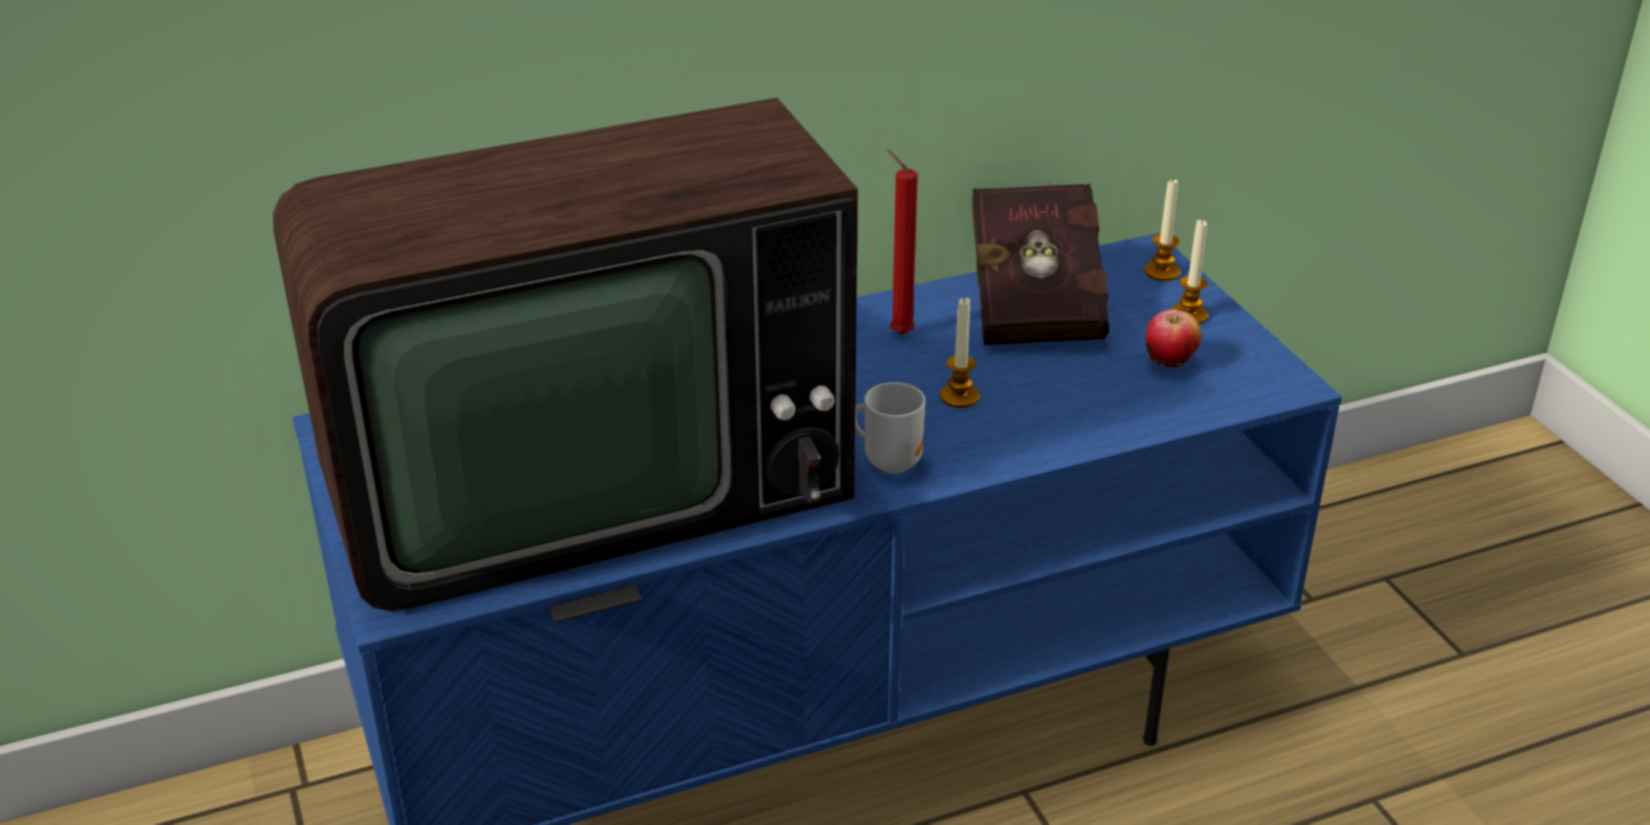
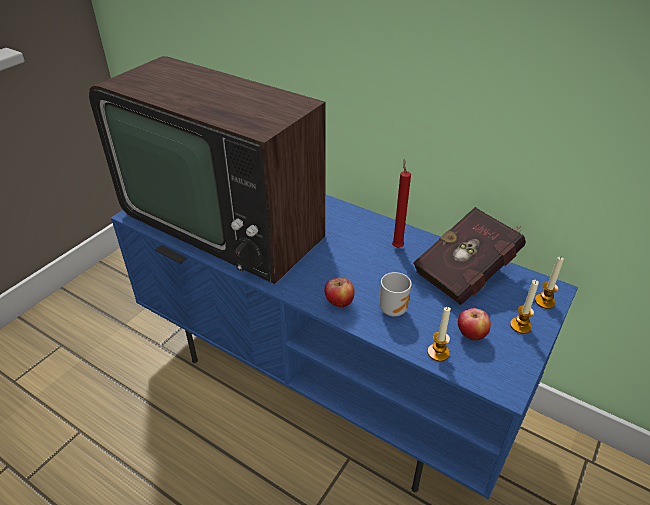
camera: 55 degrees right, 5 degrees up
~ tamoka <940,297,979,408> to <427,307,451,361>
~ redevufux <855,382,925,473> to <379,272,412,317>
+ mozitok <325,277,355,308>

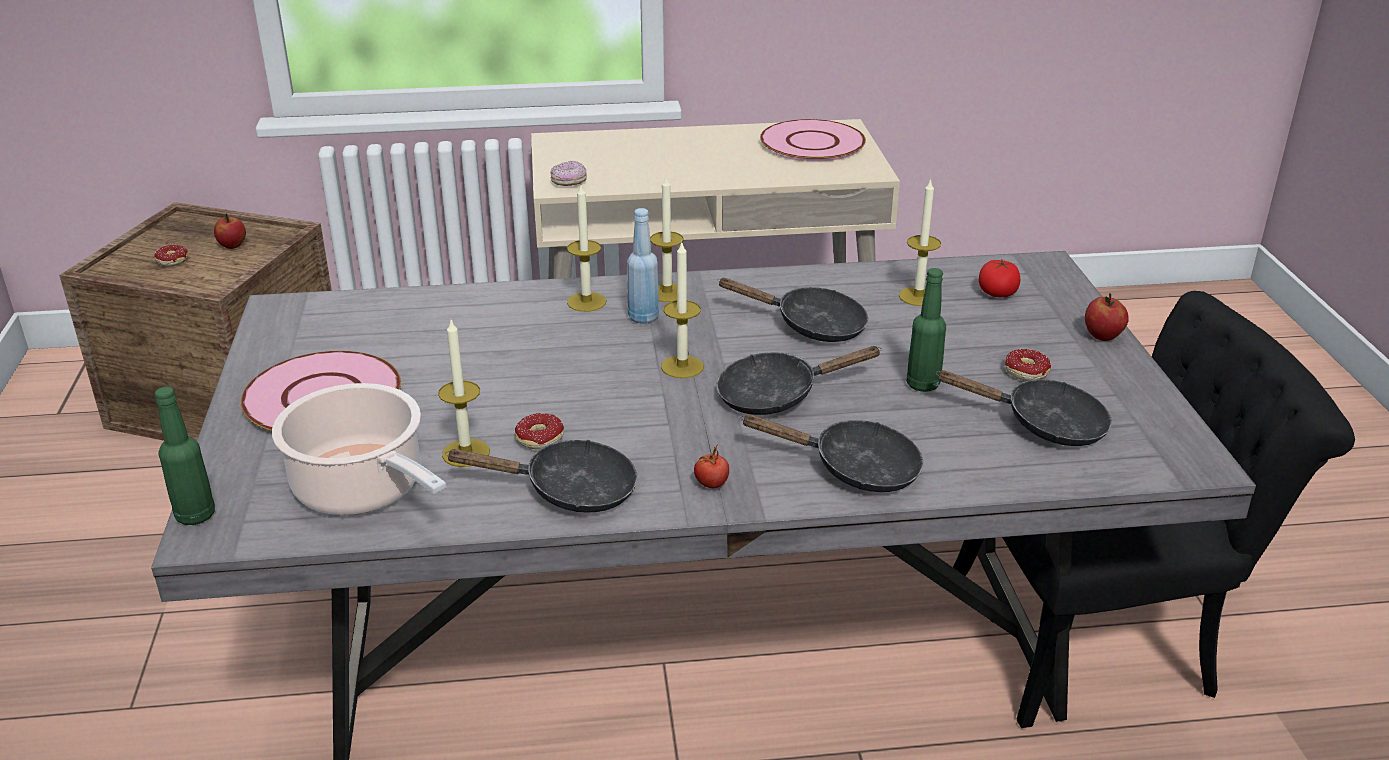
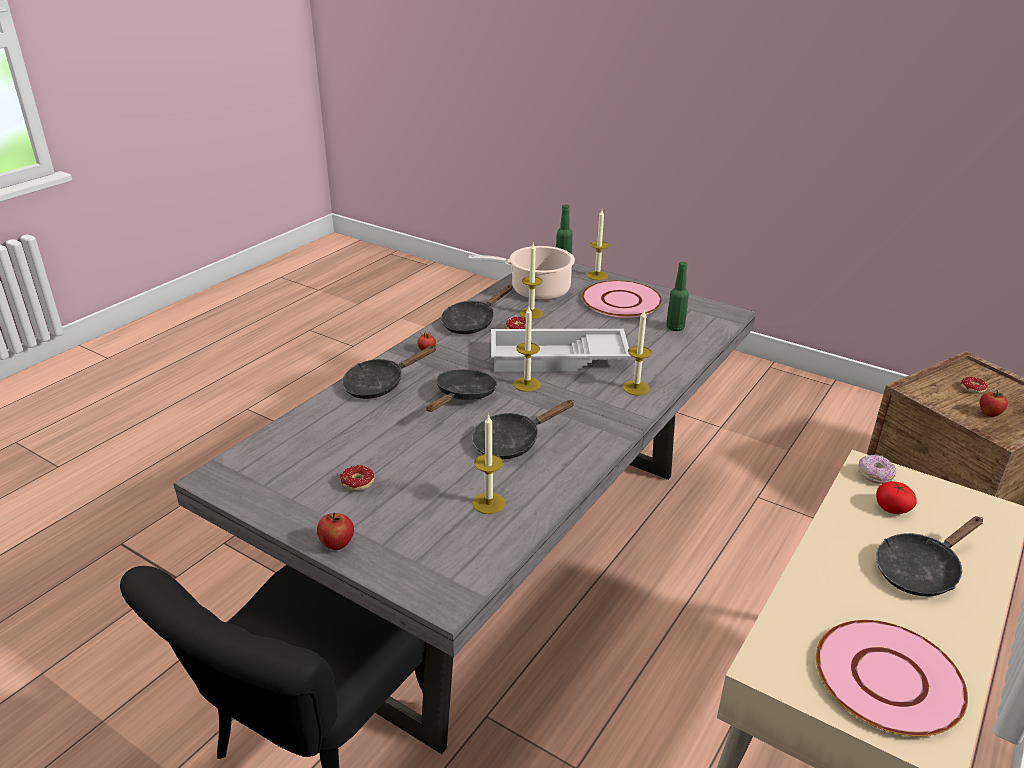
camera: 130 degrees right, 0 degrees up
~ tamoka <650,177,684,302> to <587,210,609,280>
- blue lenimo <627,208,659,324>
~ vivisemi <979,259,1020,297> to <876,481,917,514>
~ green lenimo <906,268,946,392> to <666,262,689,331>
~ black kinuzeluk <936,370,1112,446> to <876,516,983,596>
+ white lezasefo <491,329,631,372>

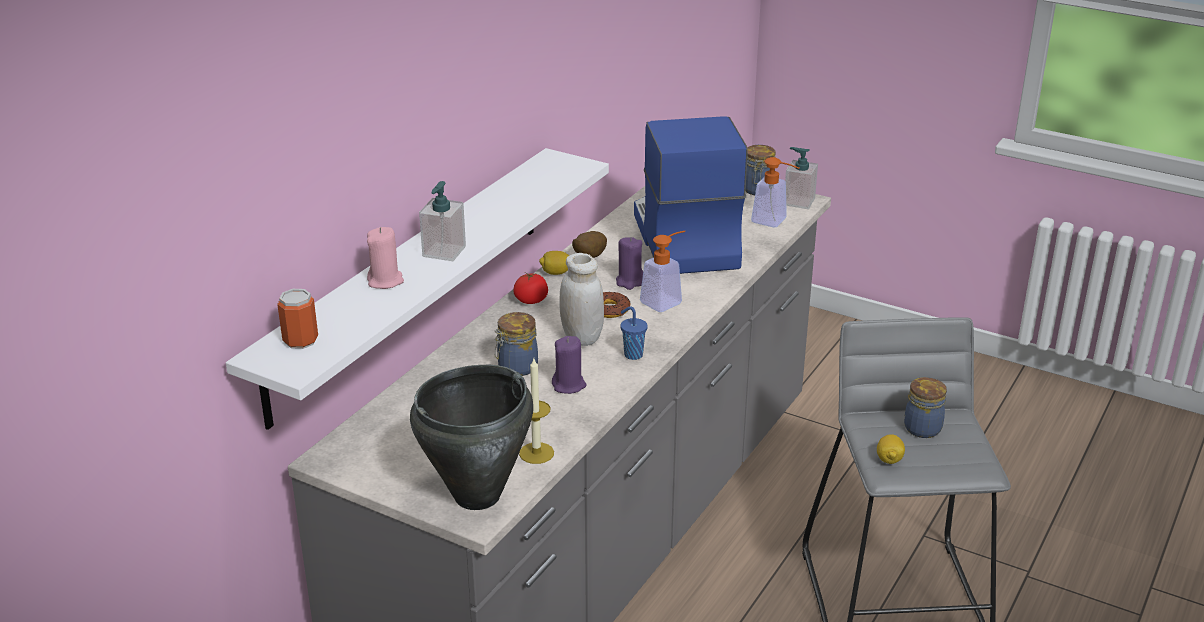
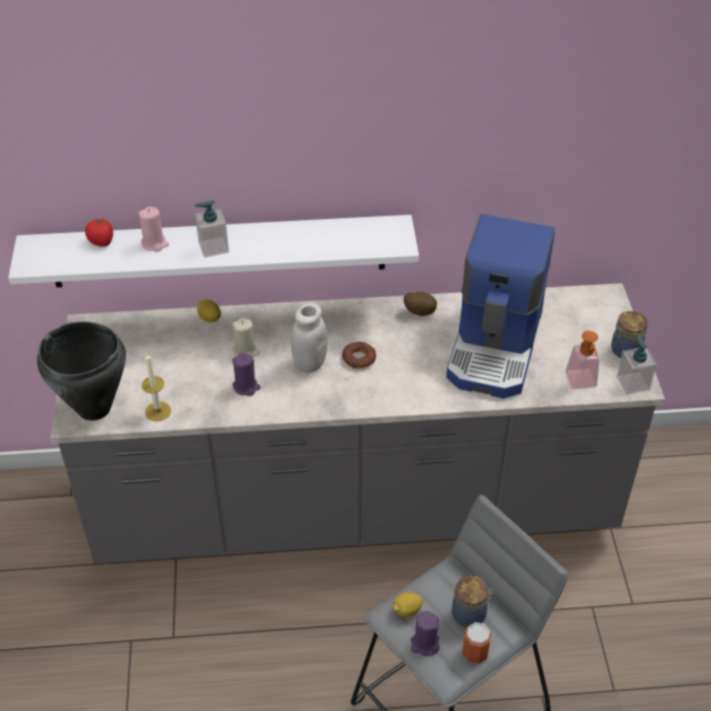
camera: 55 degrees right, 15 degrees up
~ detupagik <634,116,748,274> = <446,214,555,399> 150 degrees clockwise
- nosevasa <640,231,685,312>
~ purple tamoka <616,237,643,290> to <411,611,440,656>
~ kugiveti <539,251,569,275> to <197,299,221,322>
~ vivisemi <513,272,548,304> to <85,218,113,247>
~ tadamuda <277,289,318,349> to <462,622,491,664>
- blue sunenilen <621,306,648,360>
~ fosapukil <495,312,538,376> to beige tamoka <232,318,259,358>

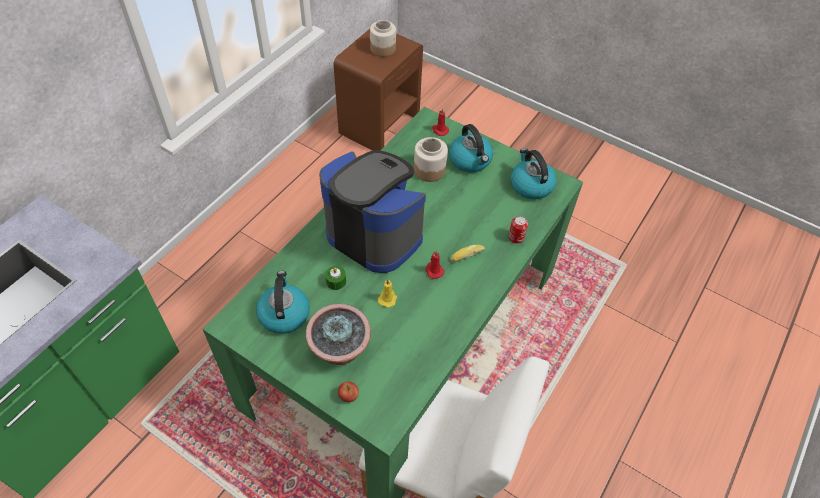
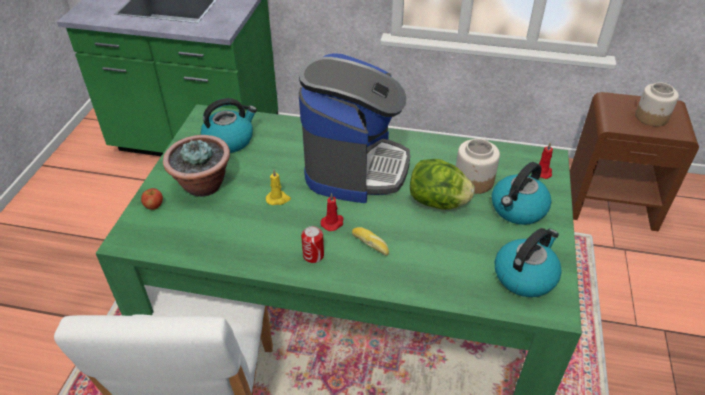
camera: 70 degrees right, 10 degrees down
~ tadamuda <508,216,528,244> to <301,226,324,263>
- green tamoka <325,266,346,290>
+ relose <410,159,475,210>

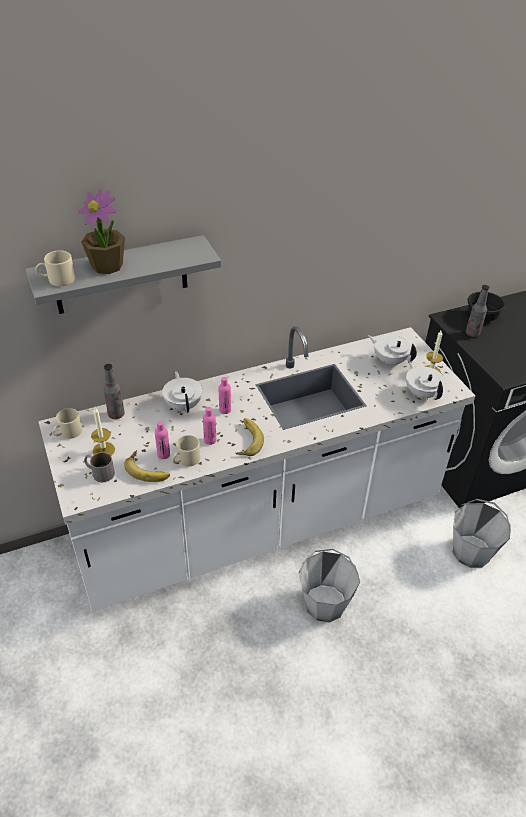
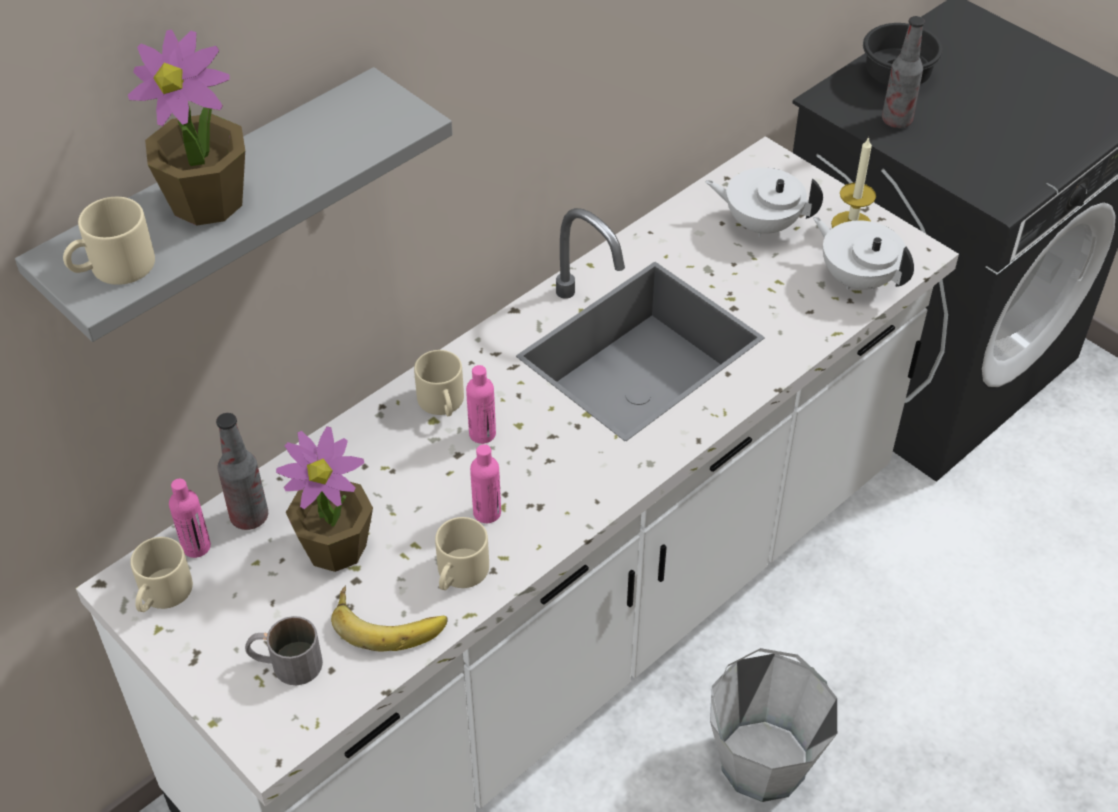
camera: 20 degrees left, 5 degrees up
- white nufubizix <162,371,202,413>
- tamoka <91,407,115,455>
- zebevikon <236,418,264,456>
~ pink lenimo <155,421,170,459> to <169,479,211,558>
- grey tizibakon <453,499,511,568>
+ beige redevufux <414,350,464,416>
+ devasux <276,426,373,572>

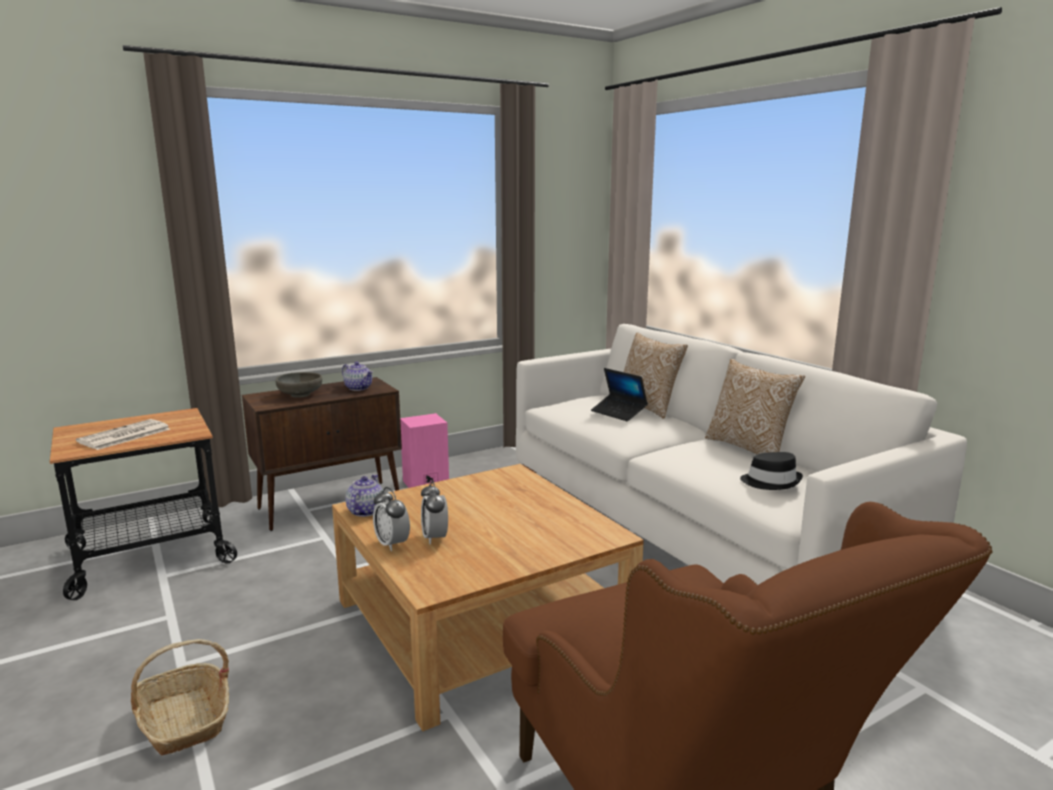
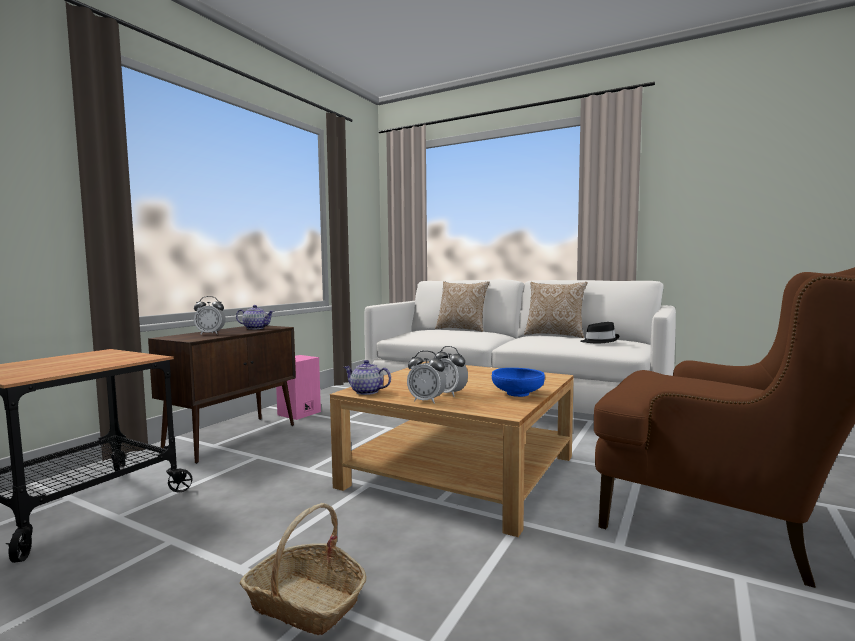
camera: 30 degrees left, 10 degrees down
- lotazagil <591,368,648,421>
~ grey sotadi <276,372,322,398> to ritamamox <194,296,226,335>
- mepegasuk <76,419,170,450>
~ nufubizix <345,474,383,517> = <344,360,391,395> 45 degrees counterclockwise
+ blue sotadi <492,368,545,397>

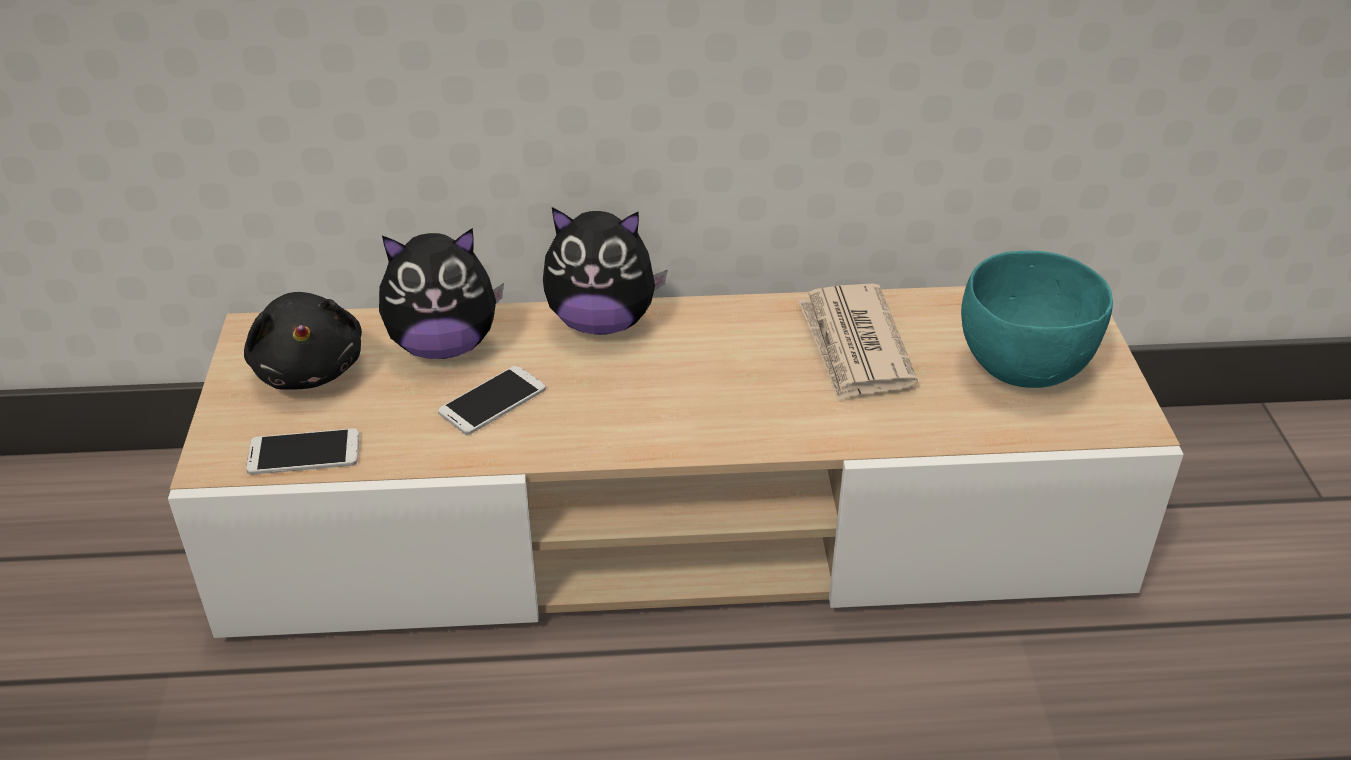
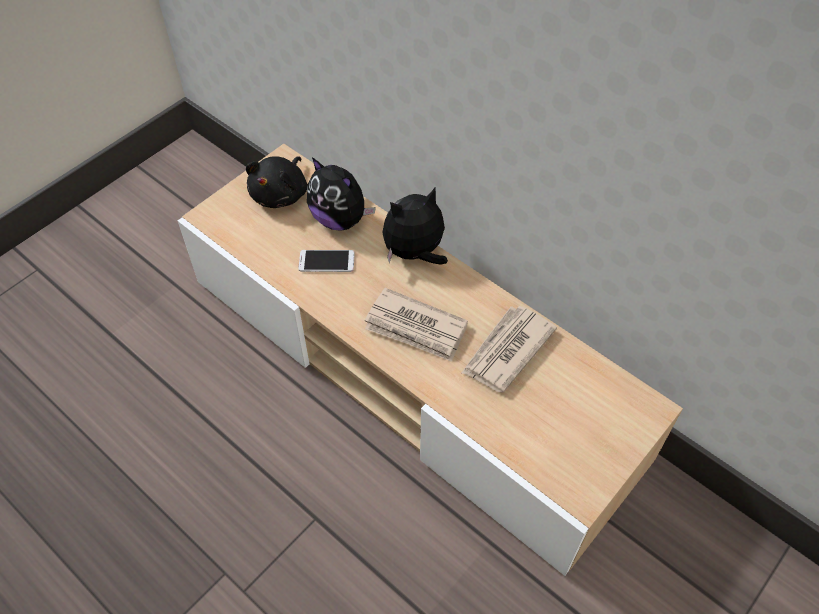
camera: 45 degrees right, 15 degrees up
~ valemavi <543,207,668,335> = <382,188,448,265> 105 degrees clockwise
- turquoise sotadi <961,251,1113,388>
- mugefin <246,428,359,475>
+ mepegasuk <365,288,468,362>

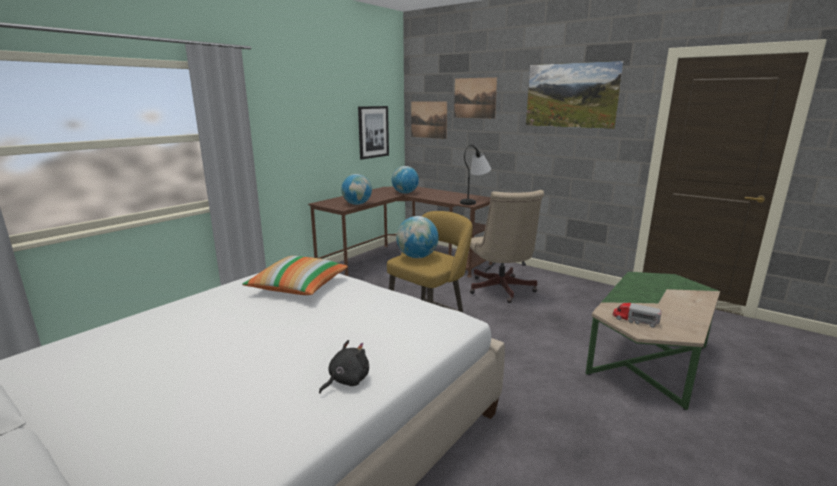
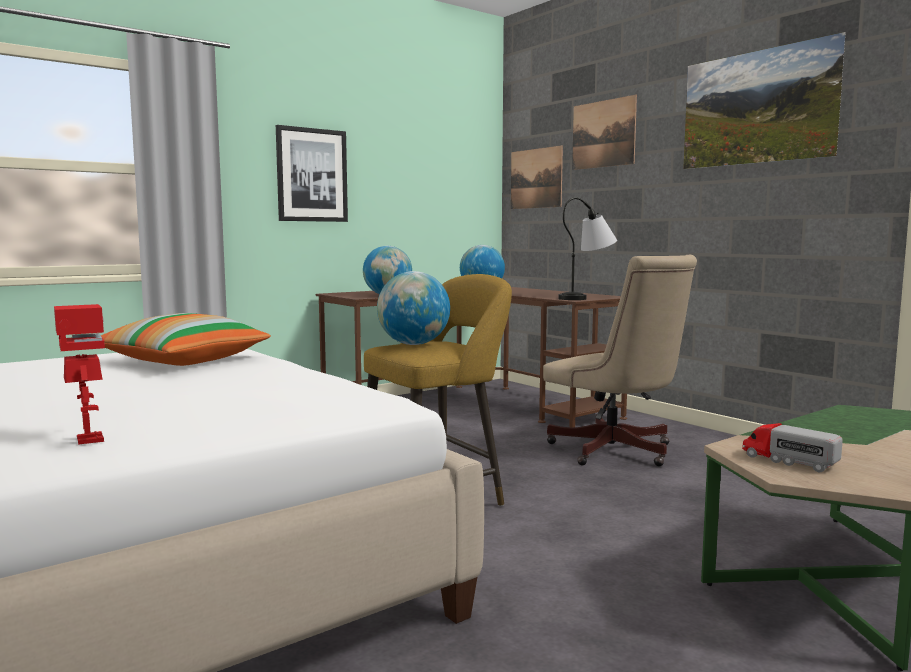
camera: 15 degrees right, 10 degrees down
~ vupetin <358,106,389,160> to <276,125,348,222>
~ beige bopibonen <470,190,544,303> = <543,255,697,466> 45 degrees counterclockwise
~ black valemavi <319,340,369,394> to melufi <54,304,105,445>

